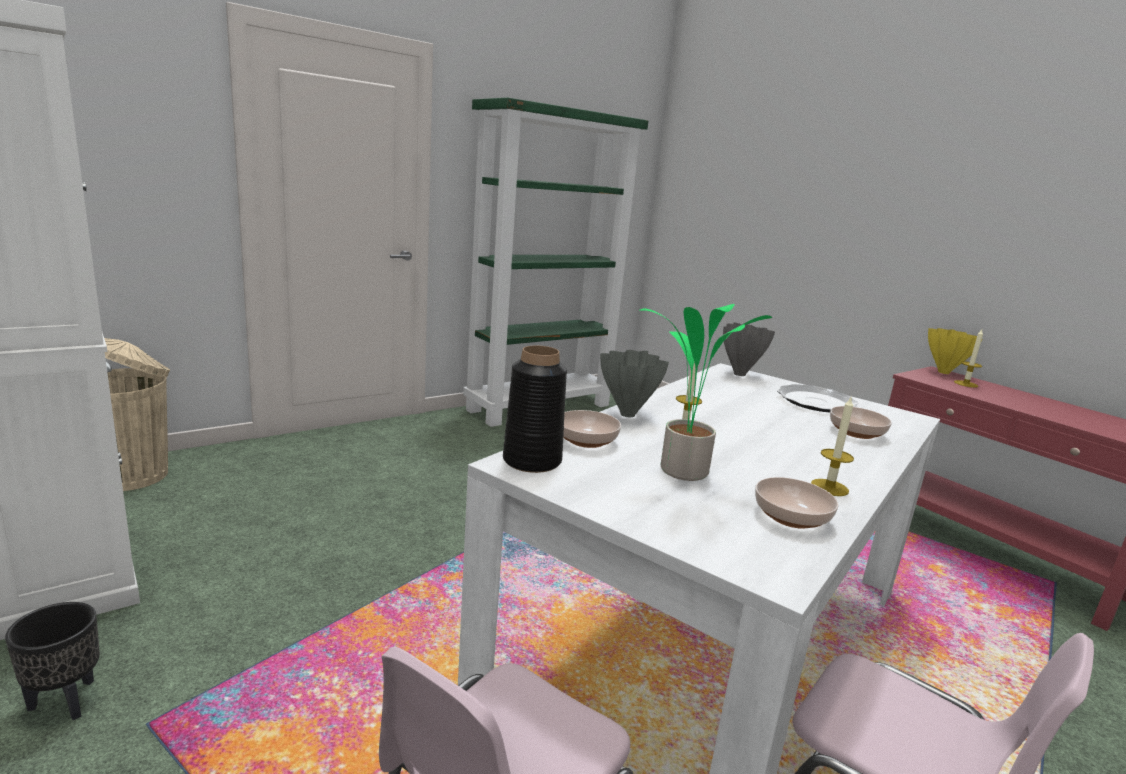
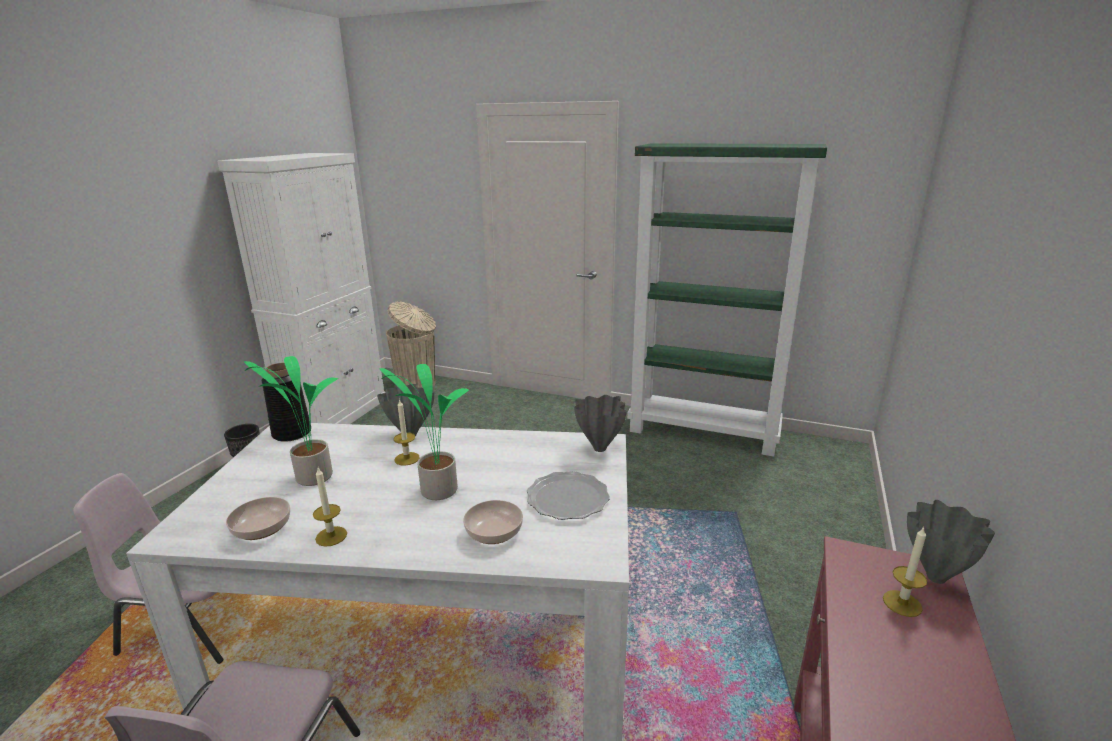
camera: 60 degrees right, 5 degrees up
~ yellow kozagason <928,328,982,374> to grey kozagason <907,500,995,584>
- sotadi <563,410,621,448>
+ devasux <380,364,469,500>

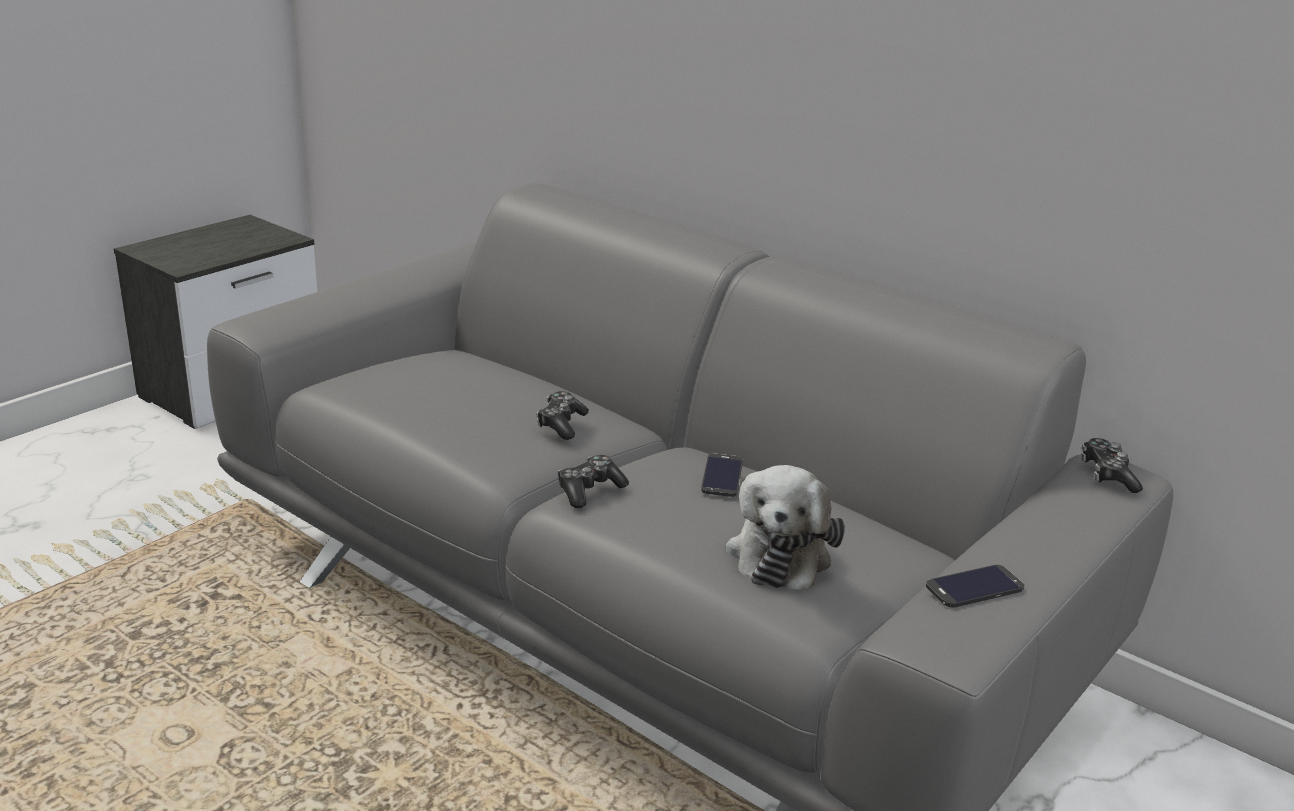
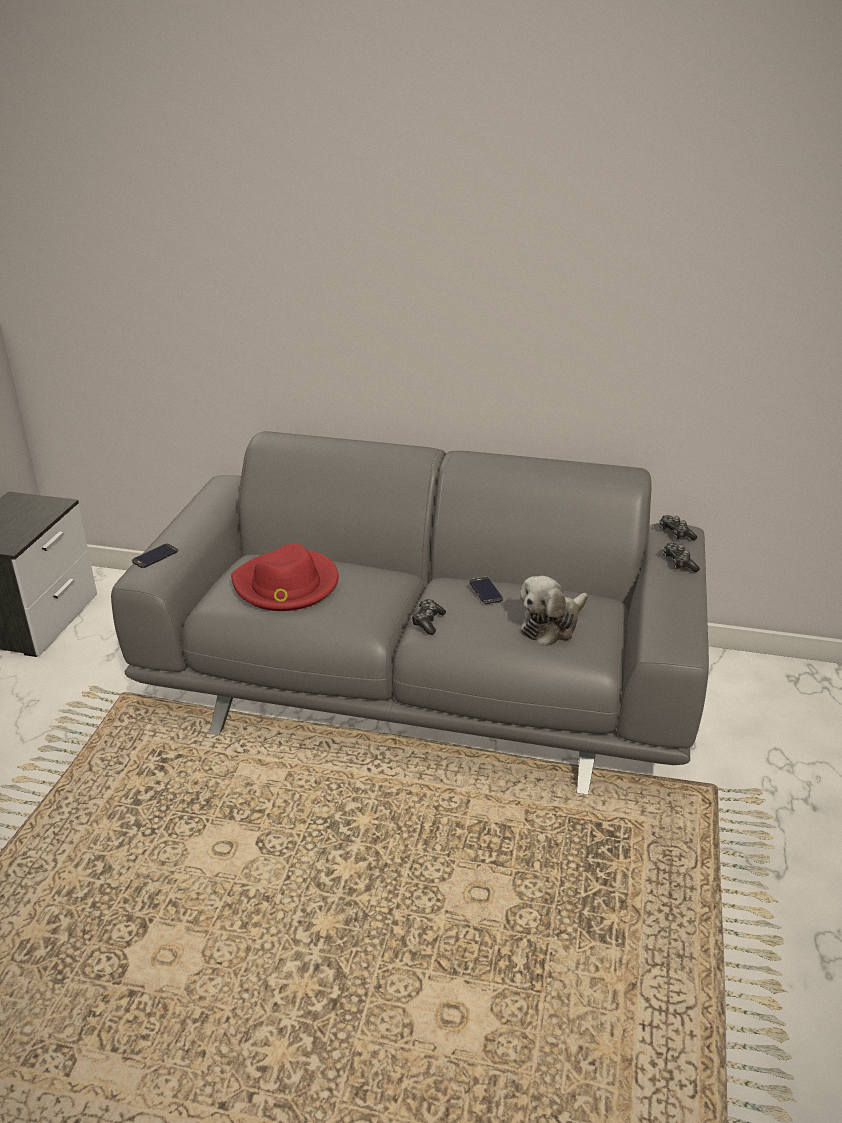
camera: 25 degrees left, 5 degrees up
~ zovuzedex <537,391,589,440> to <663,543,700,572>
~ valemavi <726,465,845,591> = <520,576,588,646> 60 degrees clockwise
~ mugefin <926,565,1025,608> to <132,543,178,568>
+ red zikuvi <231,543,339,611>

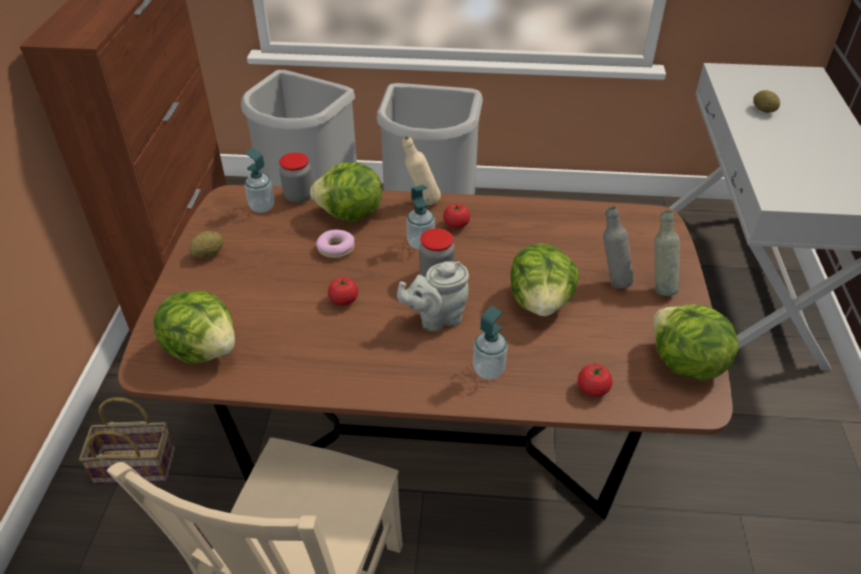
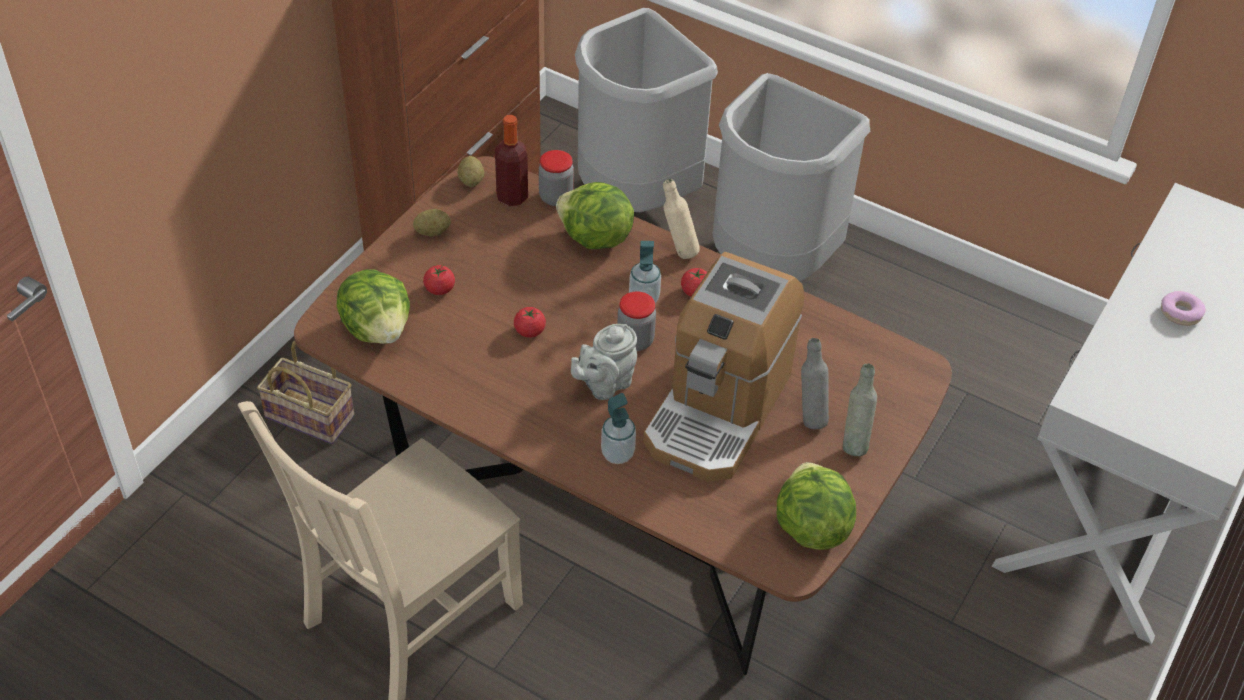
camera: 25 degrees right, 5 degrees up
~ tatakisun <753,90,780,113> to <458,156,484,187>
~ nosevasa <245,148,274,213> to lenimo <495,115,528,206>
~ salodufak <316,229,354,258> to <1161,291,1206,326>
~ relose <510,243,579,316> to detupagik <643,252,804,482>
~ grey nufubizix <397,261,469,332> = <571,324,637,400> 45 degrees counterclockwise
~ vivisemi <578,364,613,397> to <423,265,455,295>

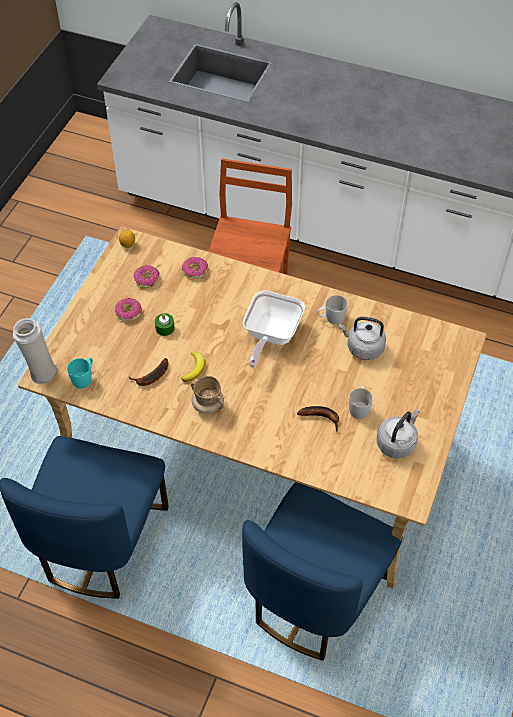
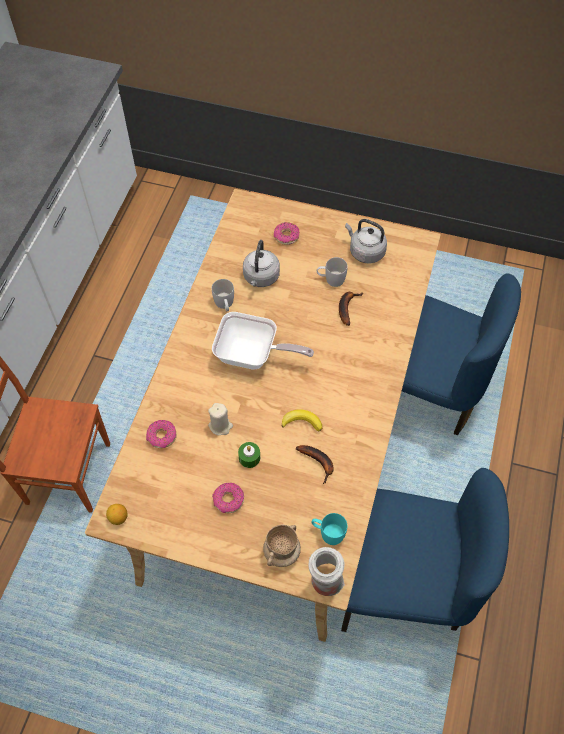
camera: 95 degrees left, 5 degrees up
~ salodufak <134,265,160,288> to <274,222,300,245>
~ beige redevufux <191,376,224,414> to <263,525,301,567>
+ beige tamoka <208,403,233,435>

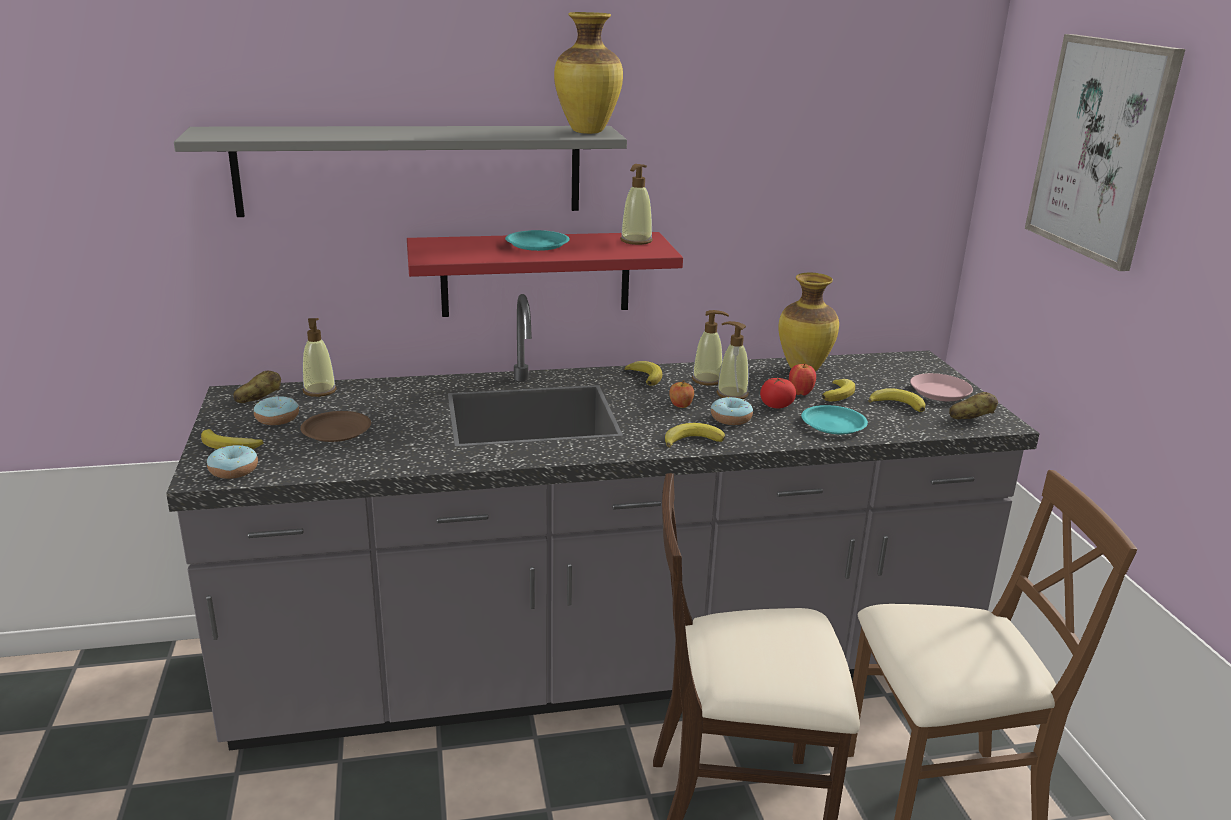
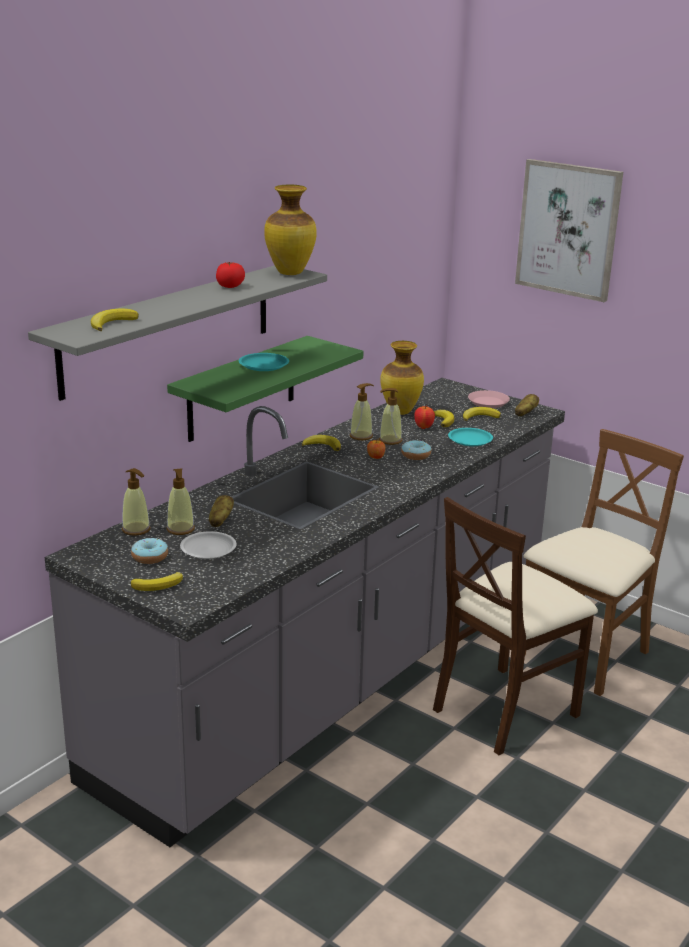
camera: 40 degrees left, 0 degrees up
~ nosevasa <620,164,653,245> to <166,468,195,535>
~ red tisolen <407,232,683,317> to green tisolen <167,336,364,442>
~ tatakisun <233,371,281,403> to <209,495,234,527>
~ vivisemi <760,377,796,408> to <216,262,245,288>
~ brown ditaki <300,411,371,442> to white ditaki <180,531,236,559>
~ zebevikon <665,423,725,447> to <91,308,139,331>
- salodufak <207,445,258,479>

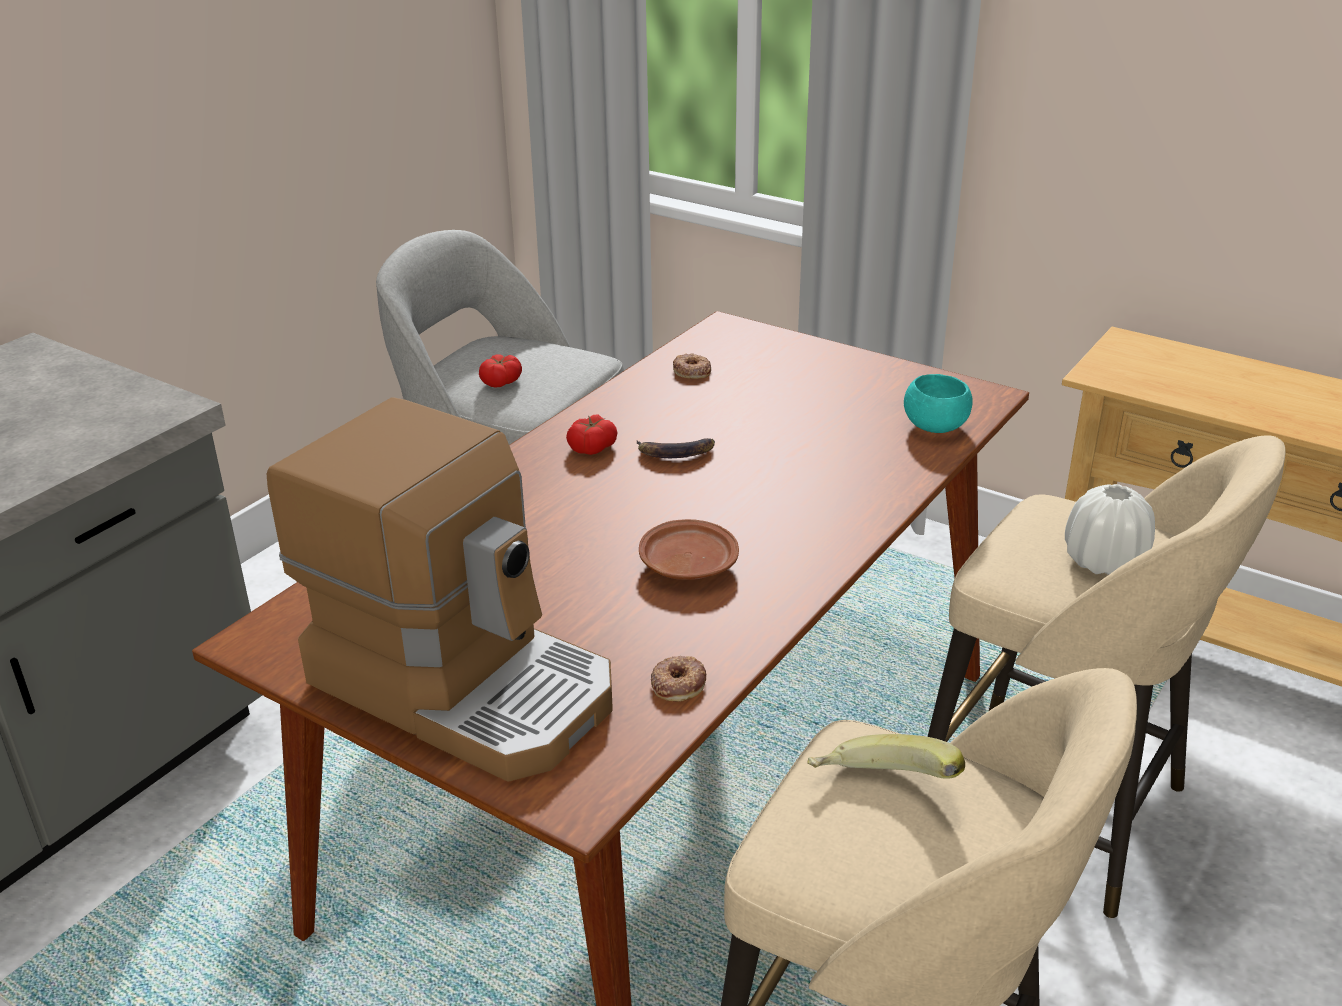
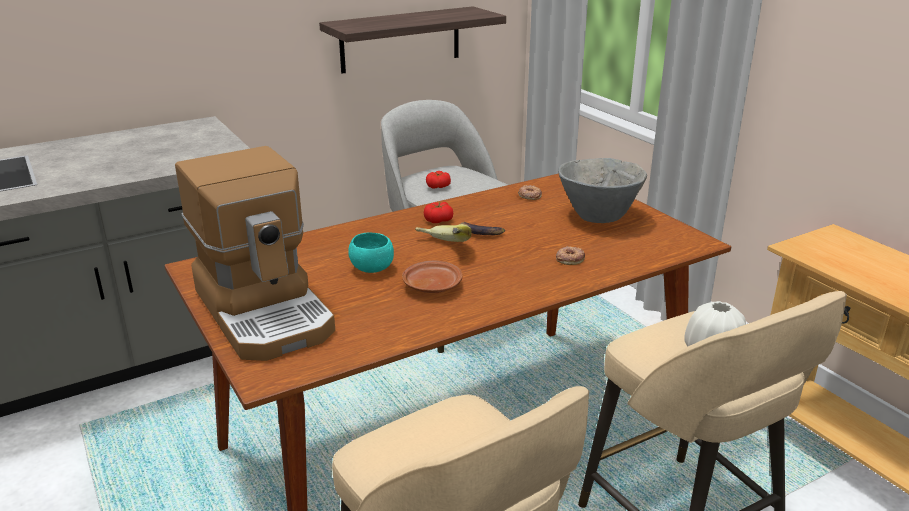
camera: 25 degrees right, 5 degrees down
~ turquoise sotadi <904,374,973,433> to <348,232,394,273>
~ salodufak <651,656,706,702> to <556,246,585,265>
~ zebevikon <807,734,965,779> to <415,224,472,242>
+ tisolen <319,6,506,74>
+ grey sotadi <558,158,647,223>

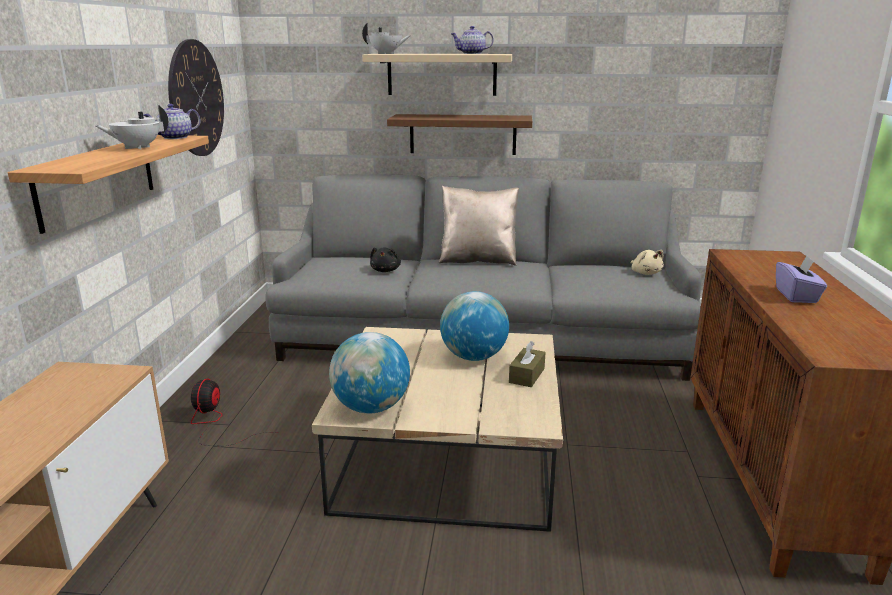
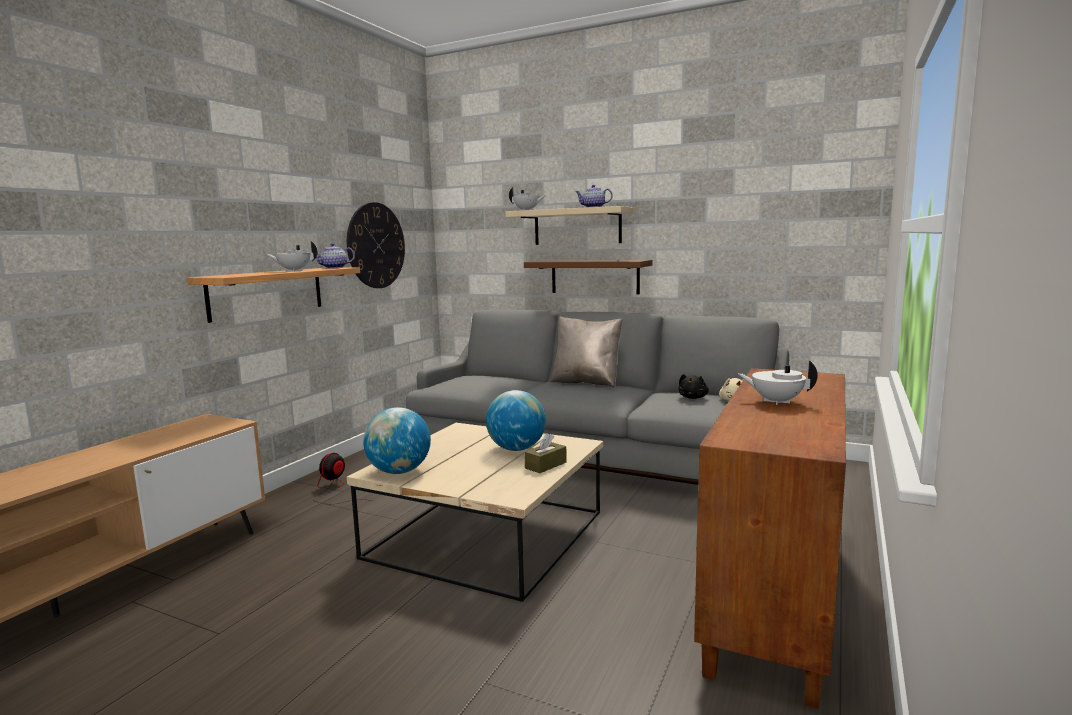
camera: 20 degrees right, 10 degrees down
~ black valemavi <370,247,401,272> to <678,374,709,399>
~ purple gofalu <776,256,827,303> to white nufubizix <738,360,818,405>

